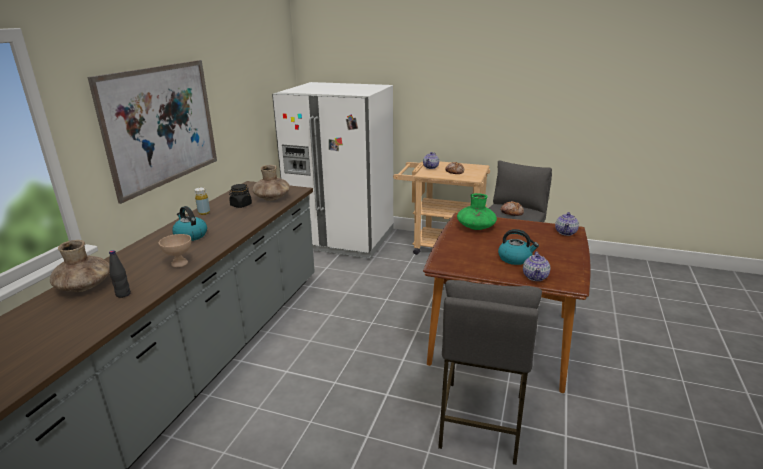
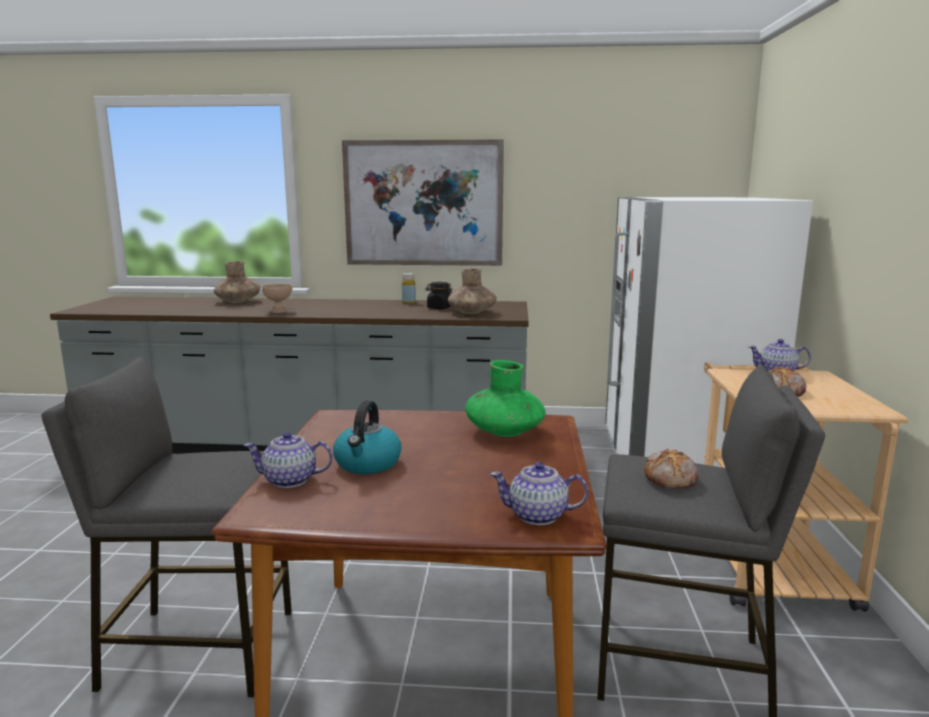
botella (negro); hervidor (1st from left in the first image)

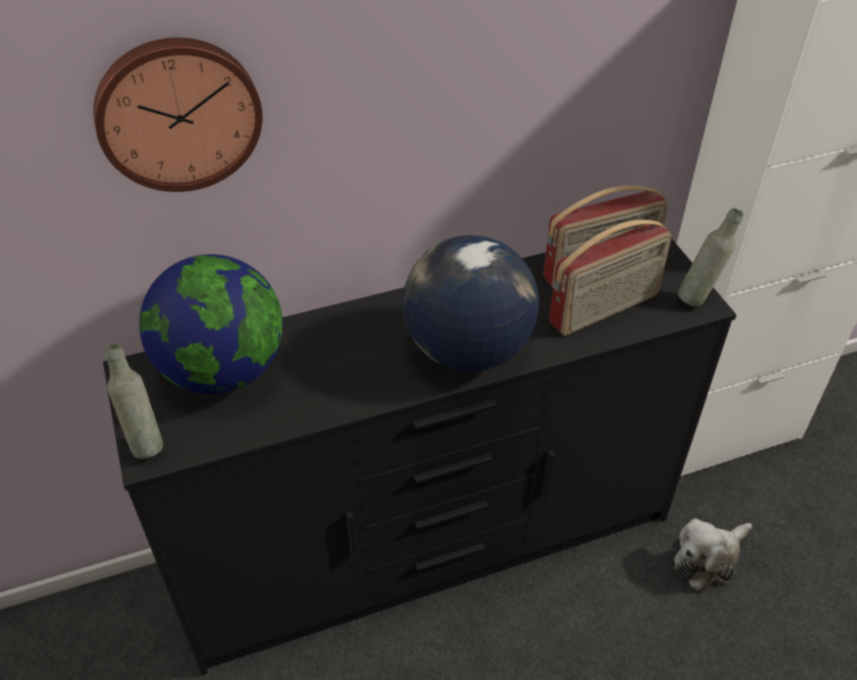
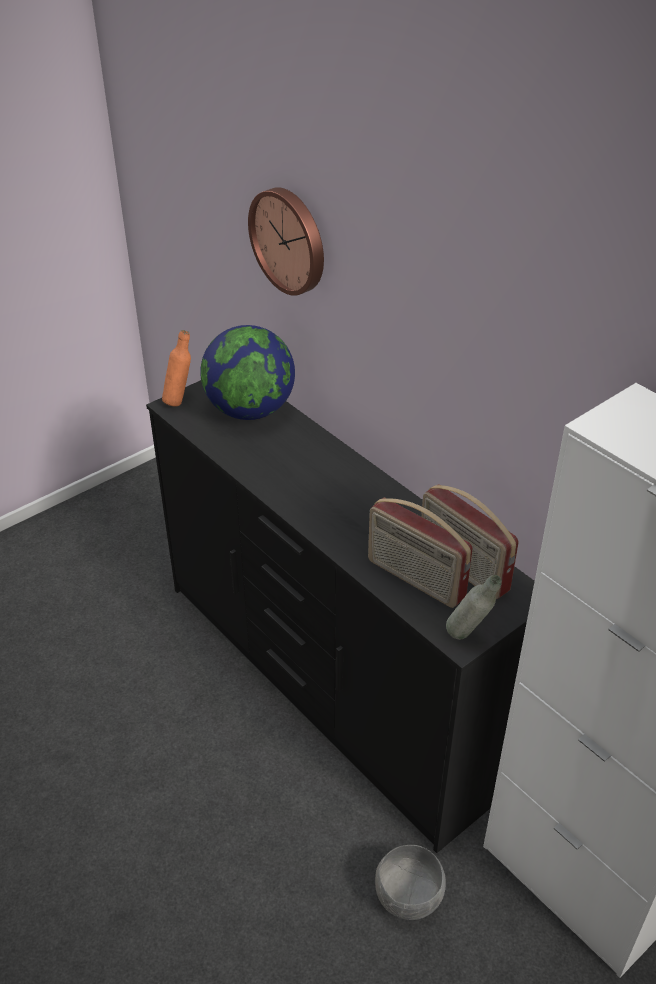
globo terráqueo (2nd from left in the first image); cuenco (gris); botella (naranja)

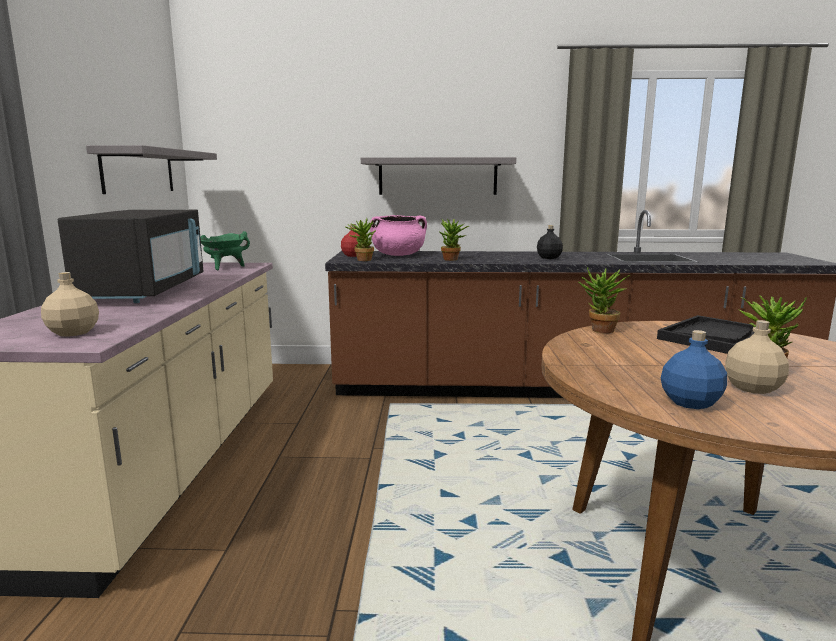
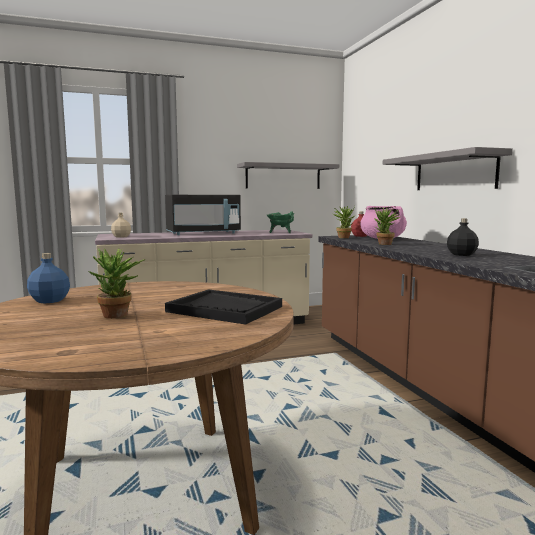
planta en maceta (3rd from left in the first image); botella (beis) (2nd from left in the first image)

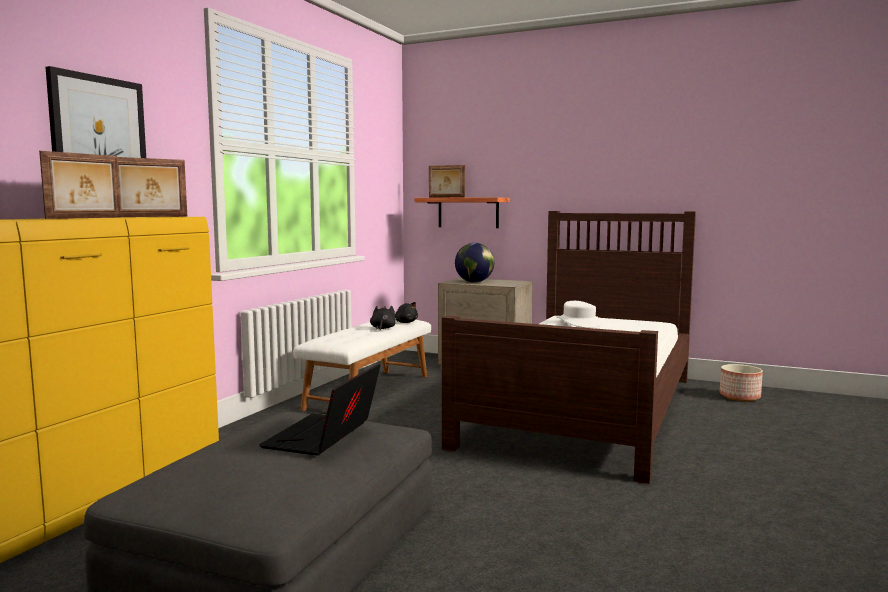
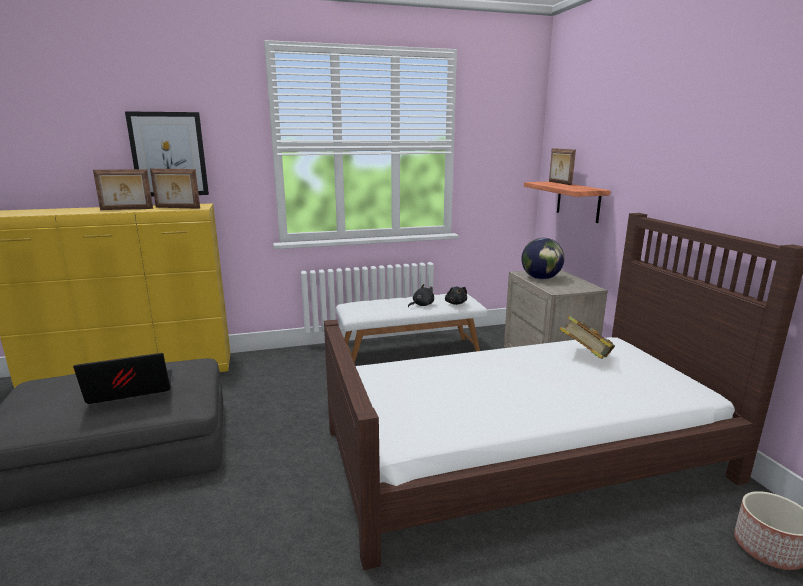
libro

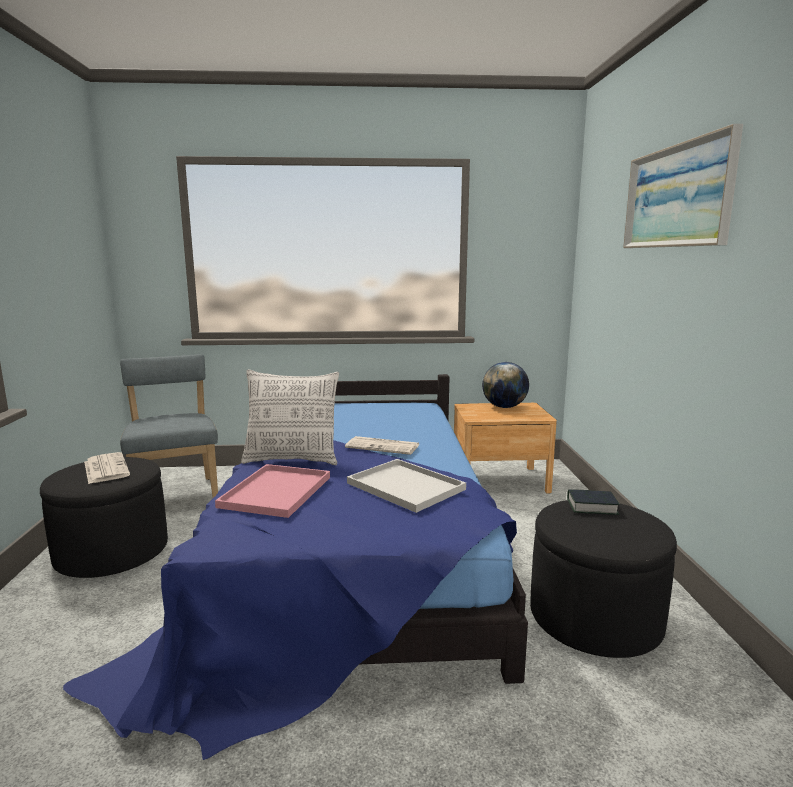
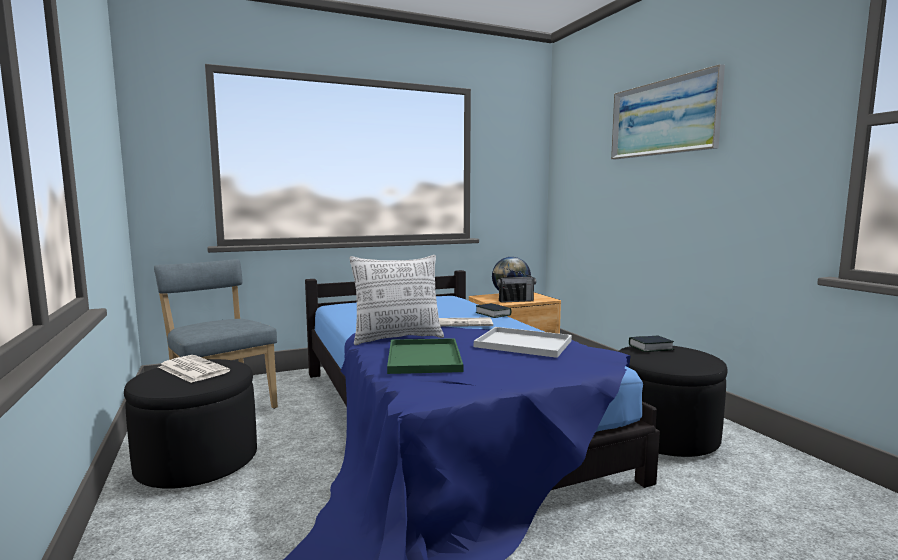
libro (1st from left); radio; bandeja (verde)

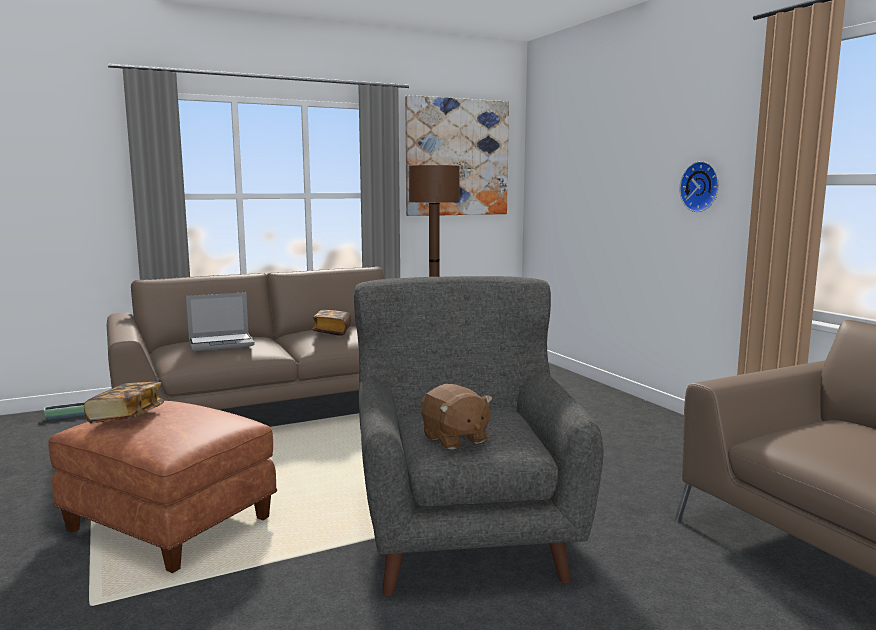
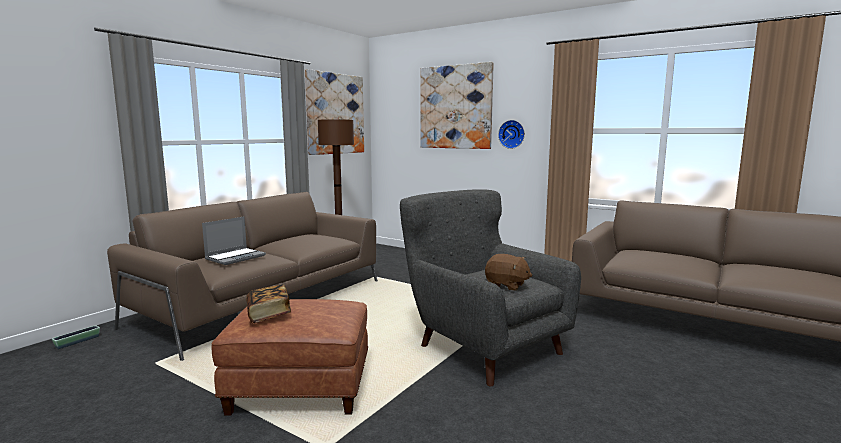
libro (2nd from left in the first image); cuadro (2nd from left)

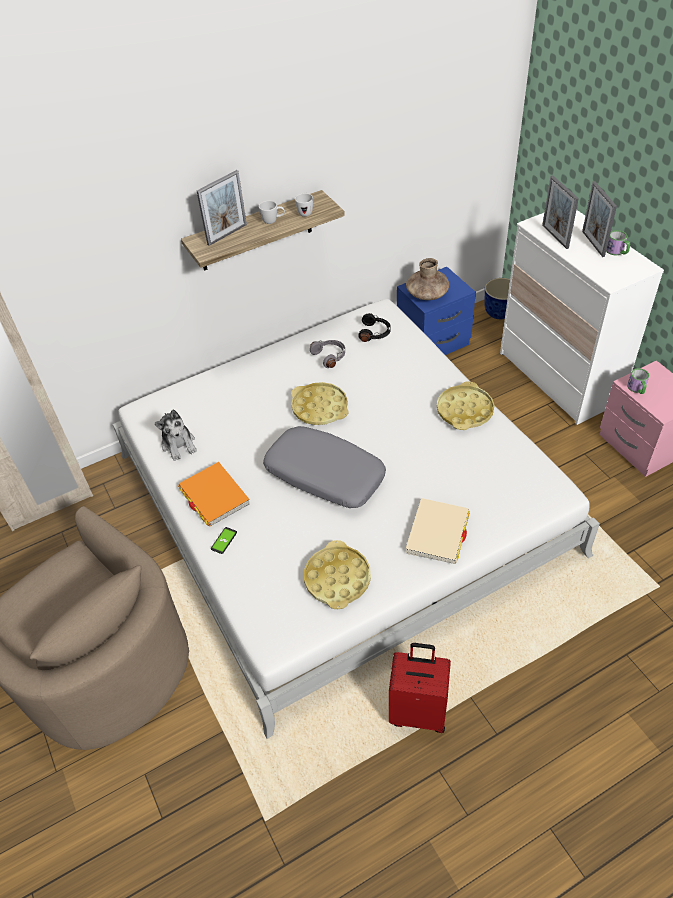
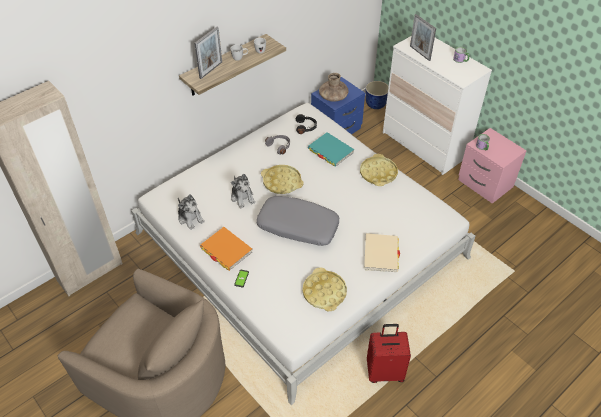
portarretratos (3rd from left in the first image); peluche (2nd from left); libro (turquesa)

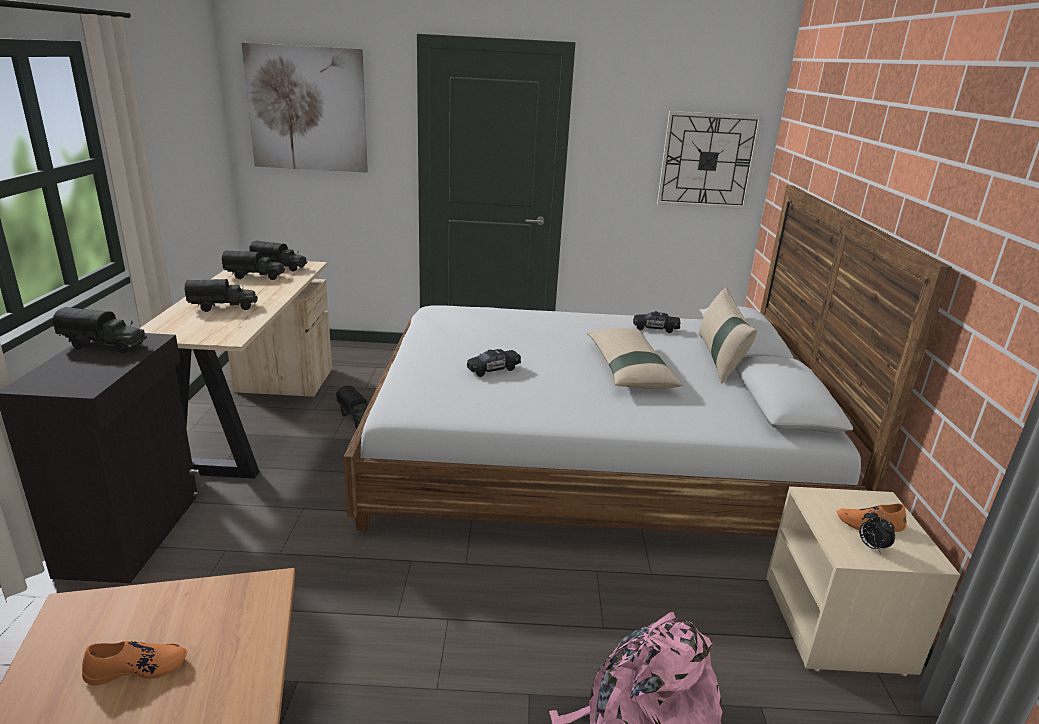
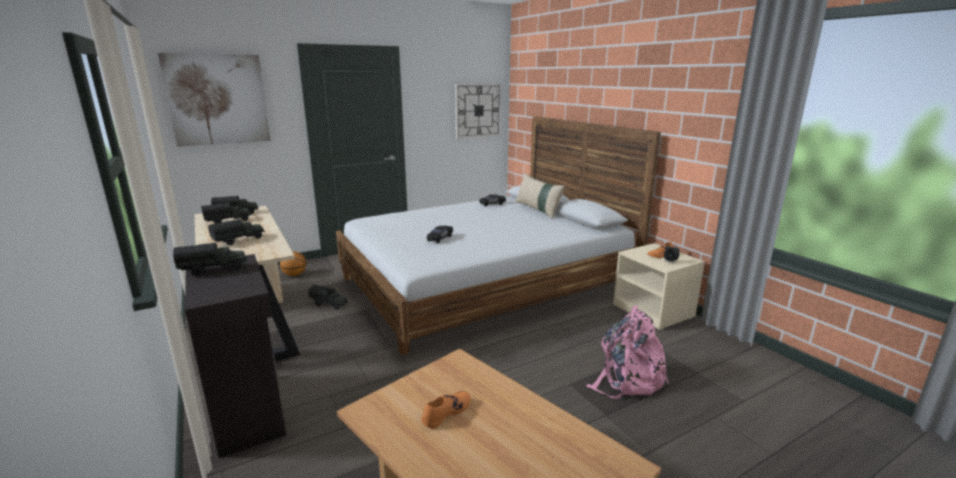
cojín (beis) (1st from left in the first image); balón de baloncesto

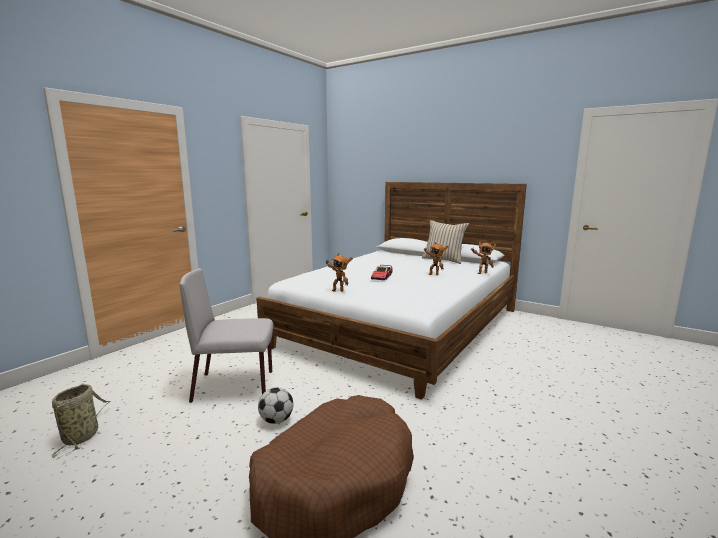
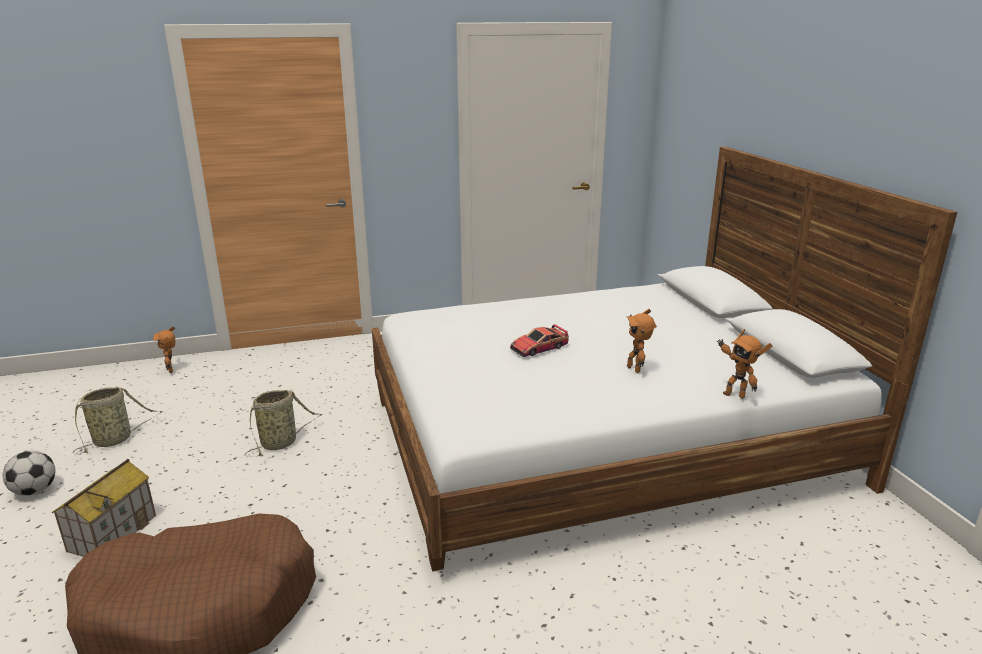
cojín (beis); casita; balón de fútbol; robot de juguete (1st from left); cesta (2nd from left)

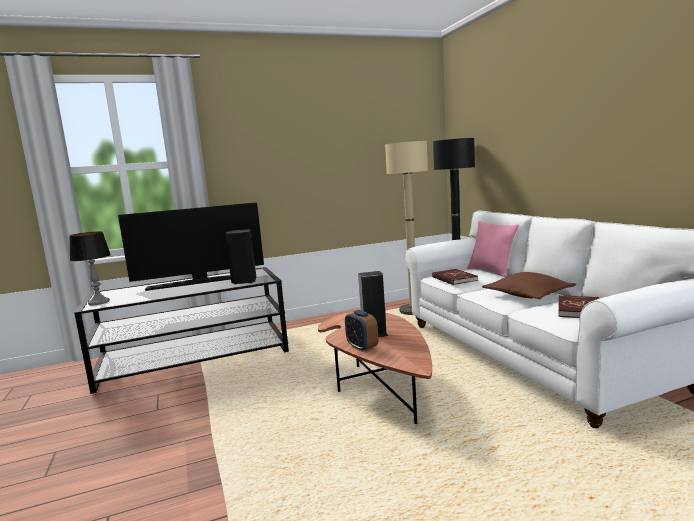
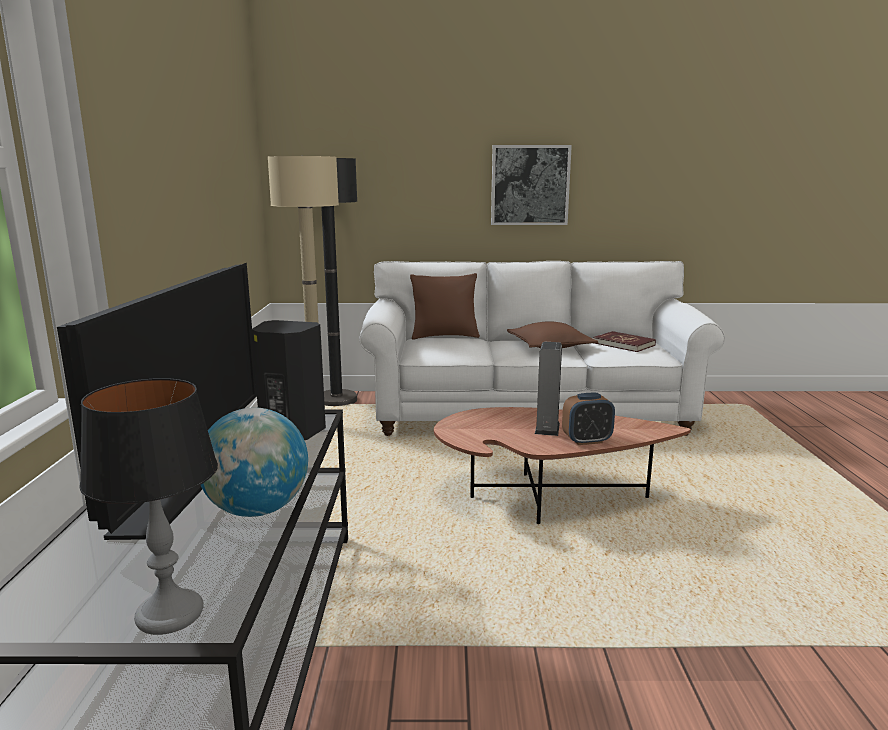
libro (rojo) (1st from left in the first image); globo terráqueo; cuadro; cojín (marrón) (1st from left)

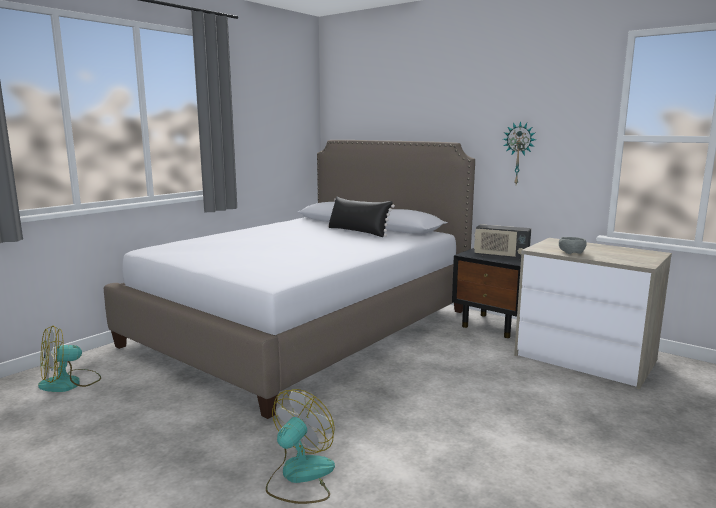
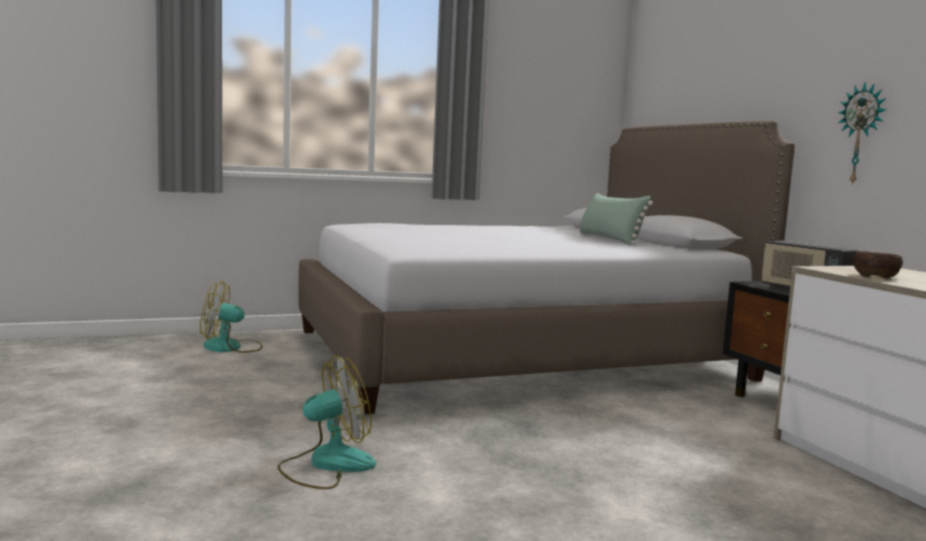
cojín (verde); cuenco (marrón)

